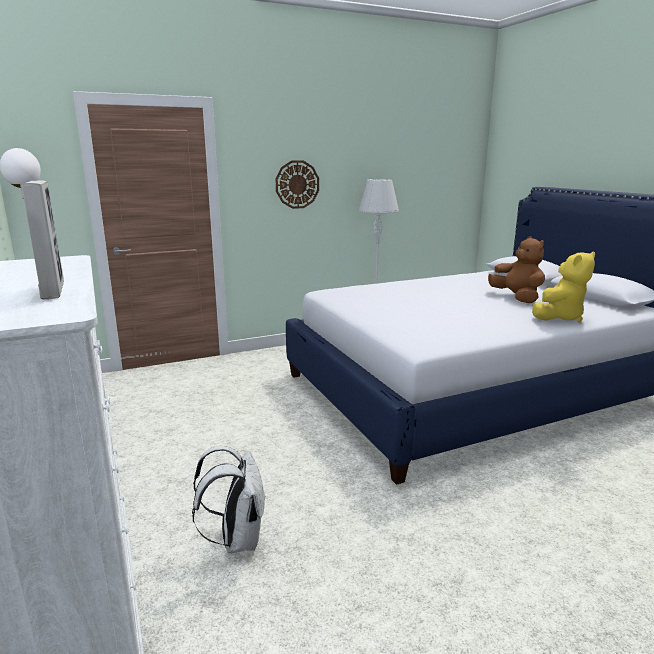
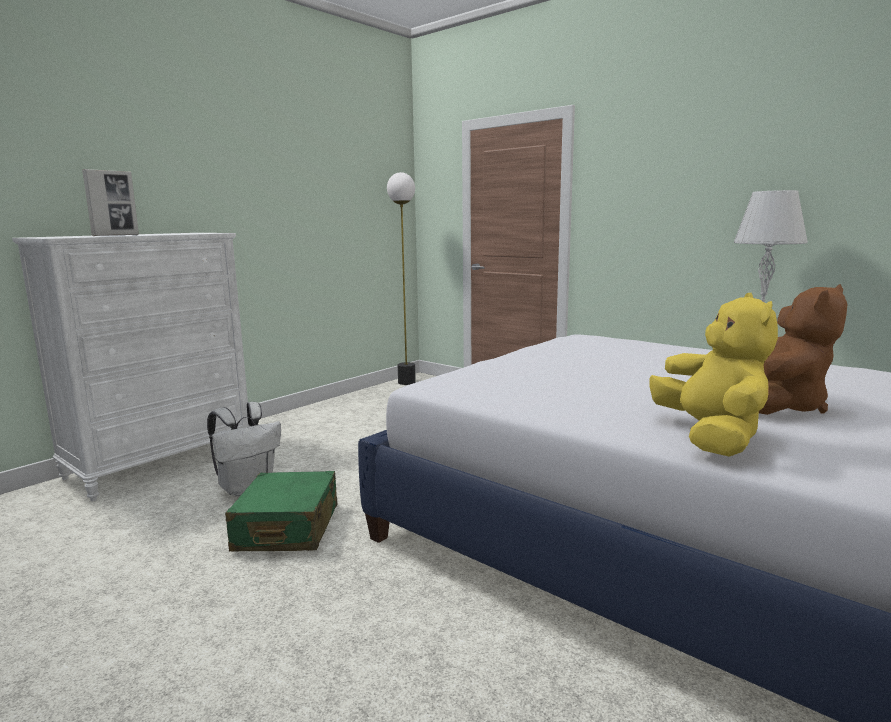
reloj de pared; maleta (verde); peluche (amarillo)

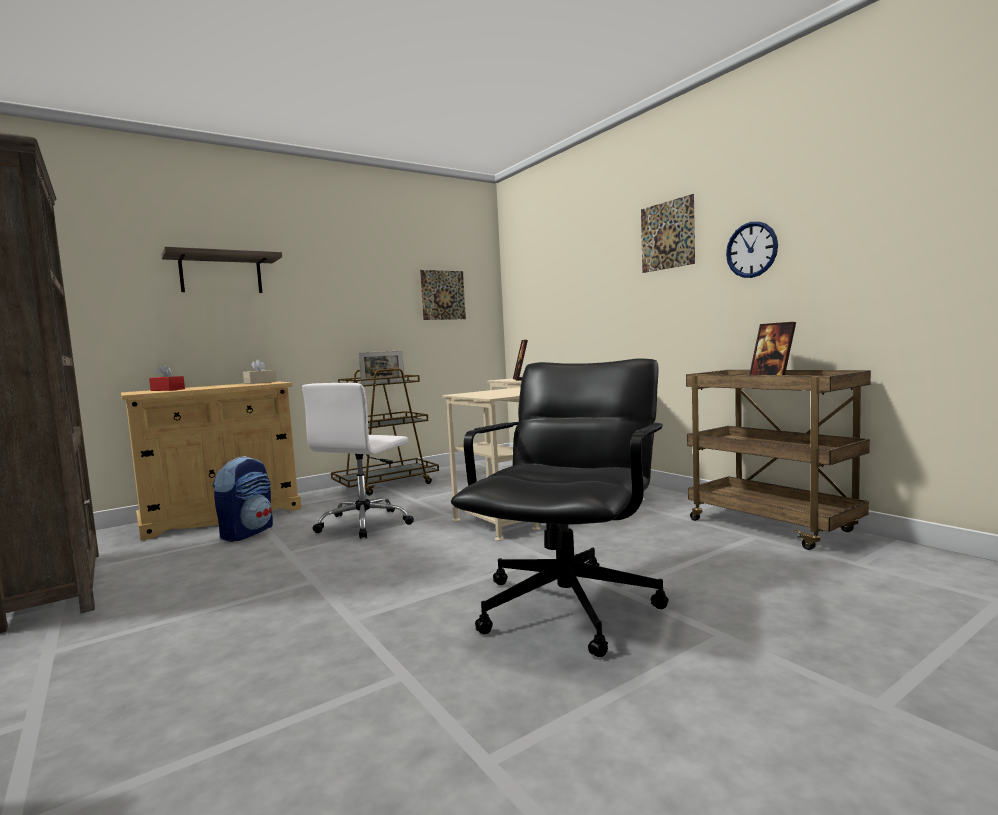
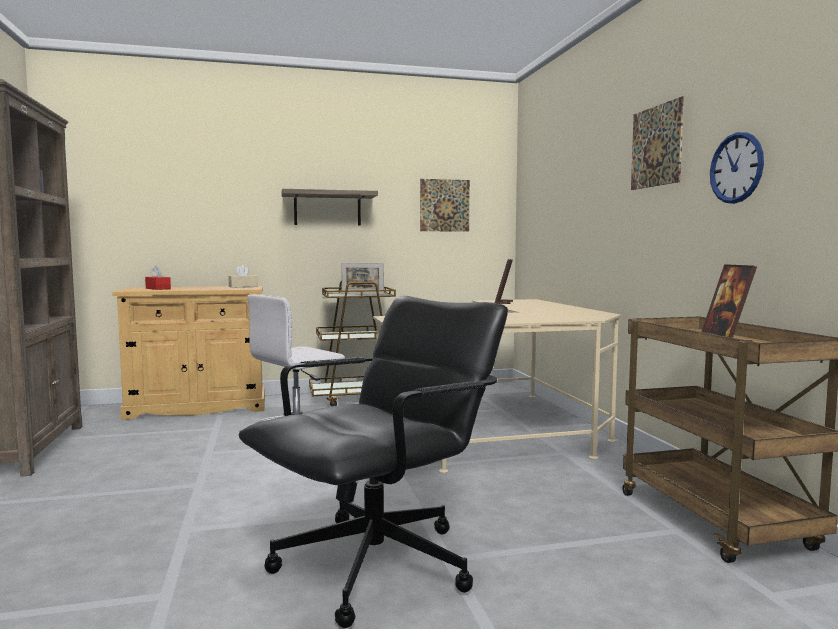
mochila; estante

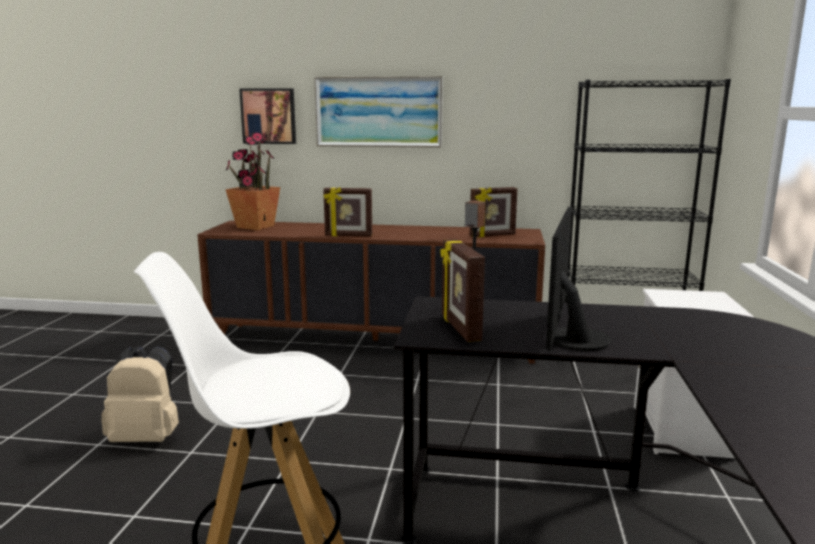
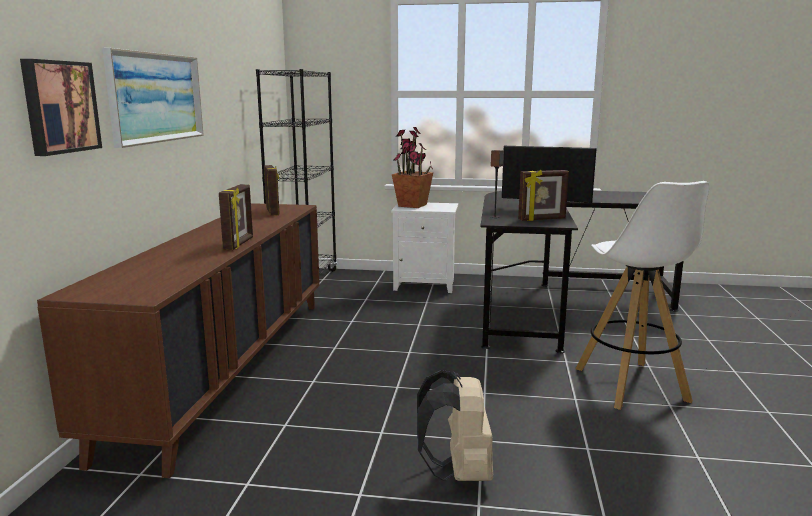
planta en maceta

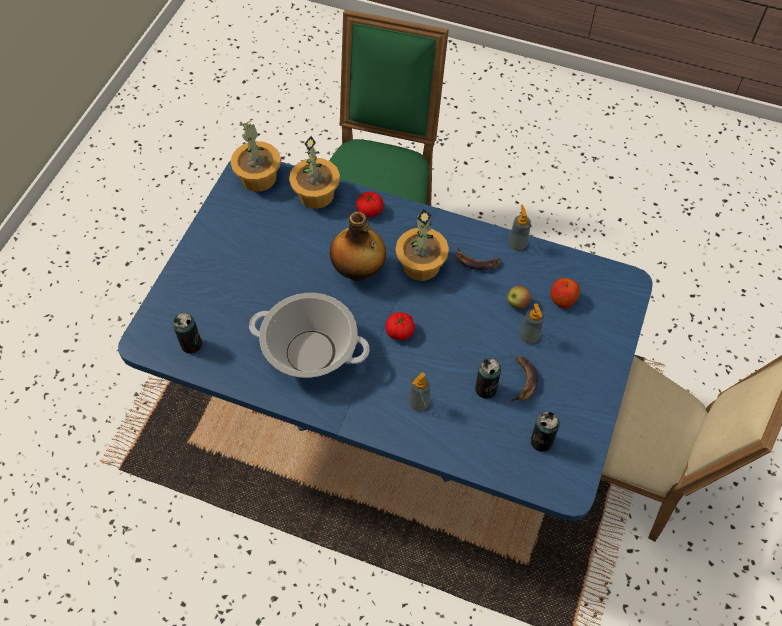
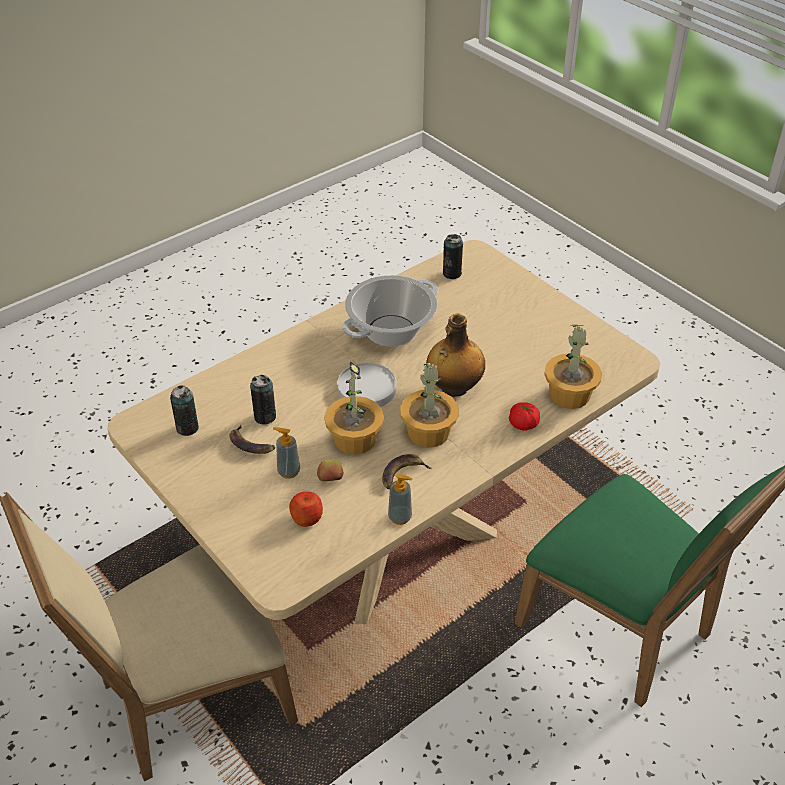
dispensador de jabón (1st from left in the first image); planta en maceta (1st from left); plato (blanco); mesa de comedor (beis)

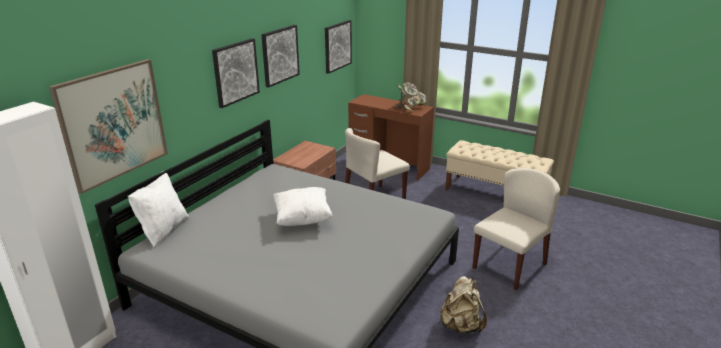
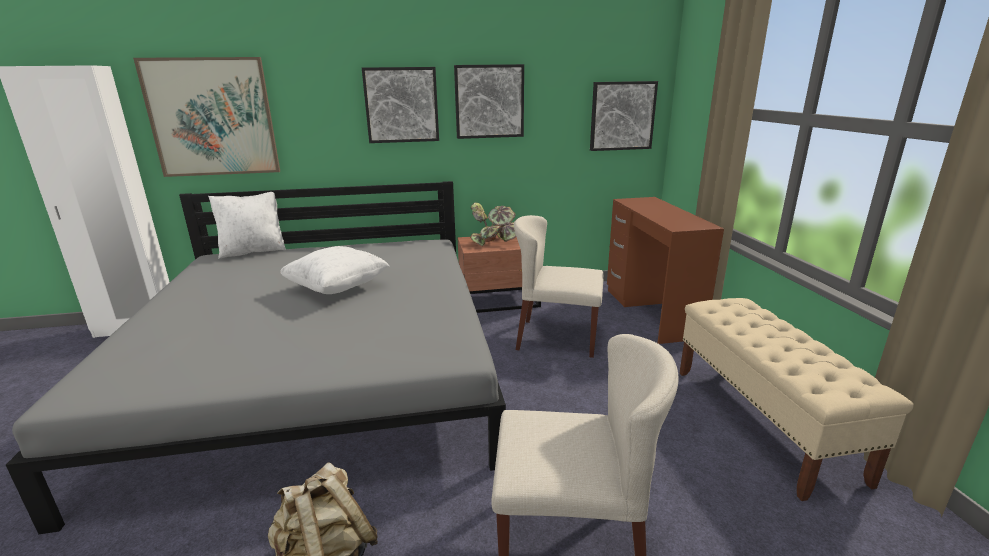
planta en maceta

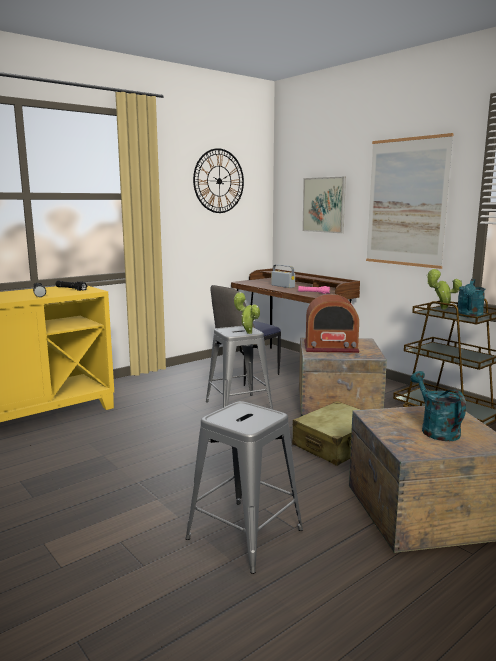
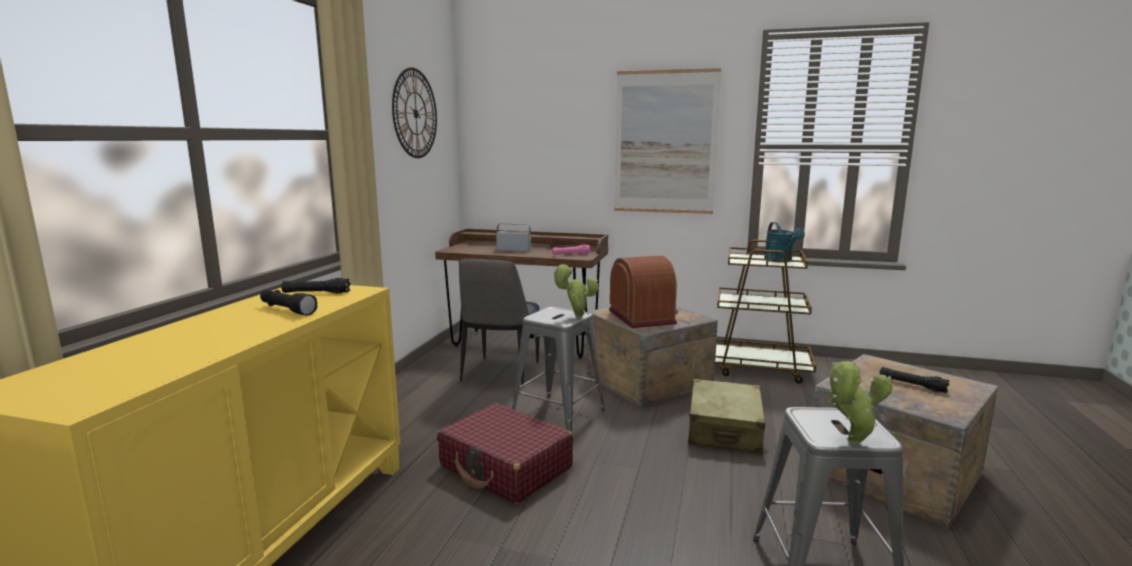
cuadro (1st from left in the first image); maleta (rojo); planta en maceta (2nd from left); linterna (negro) (3rd from left); radio (2nd from left)

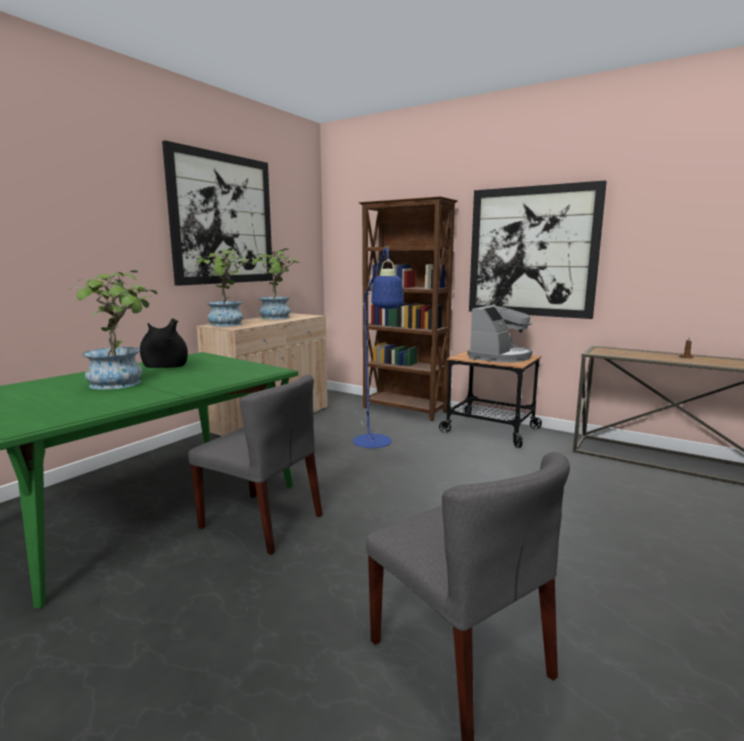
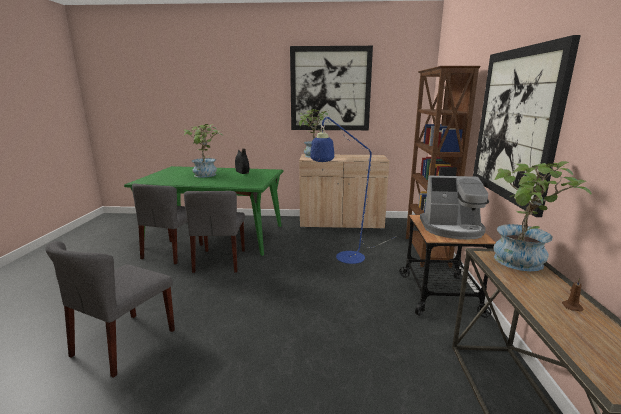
silla (gris) (2nd from left); planta en maceta (3rd from left)

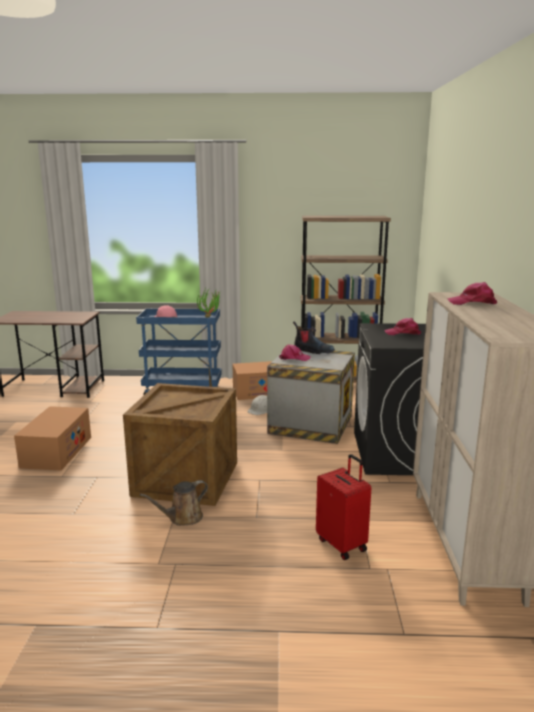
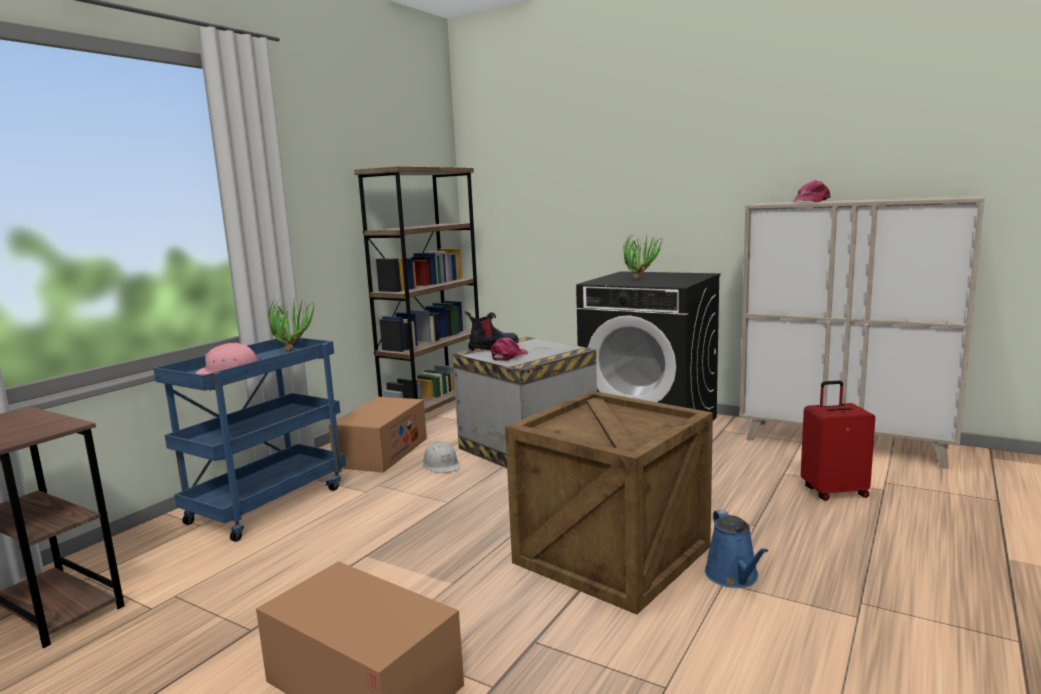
planta en maceta (2nd from left); regadera (azul)

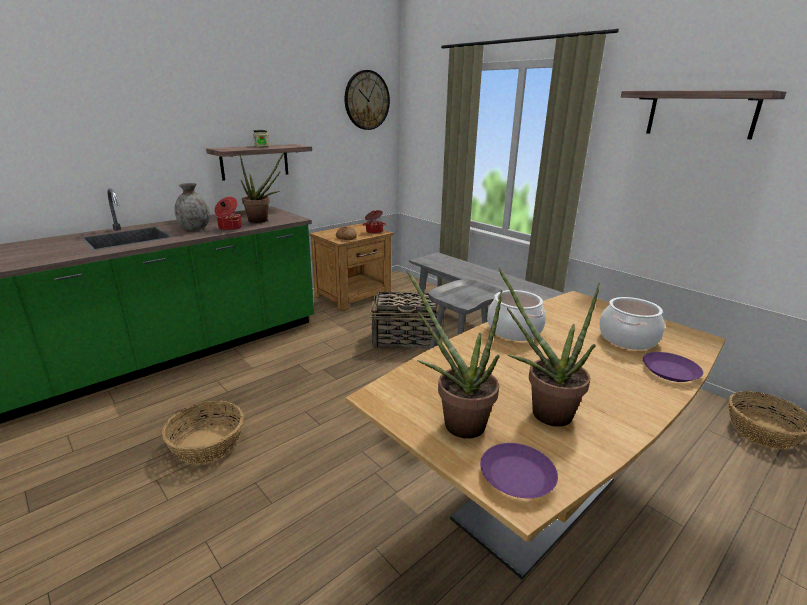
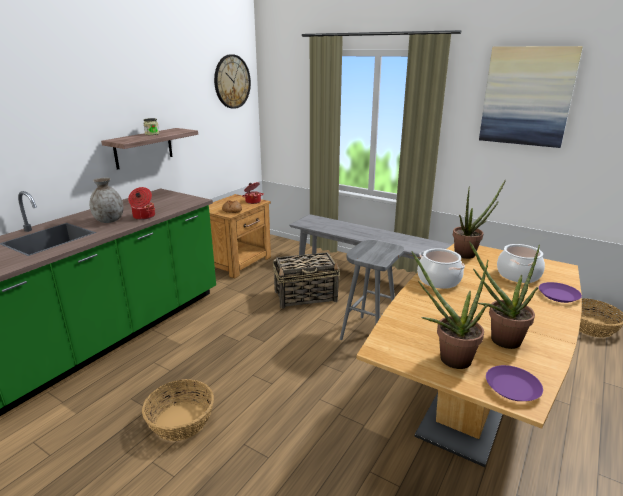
planta en maceta (2nd from left); cuadro

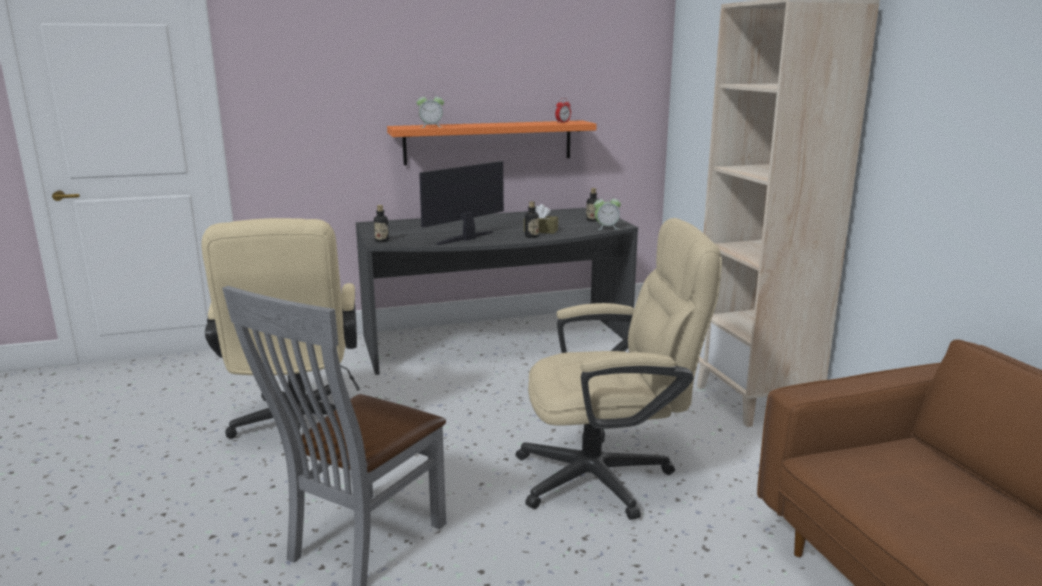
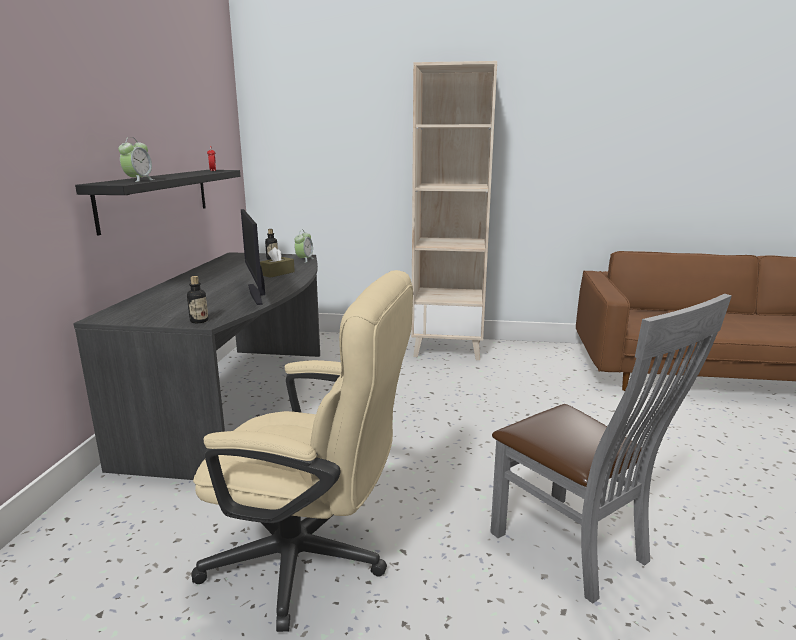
silla de oficina (beis) (2nd from left in the first image); botella (2nd from left in the first image); estante (negro)

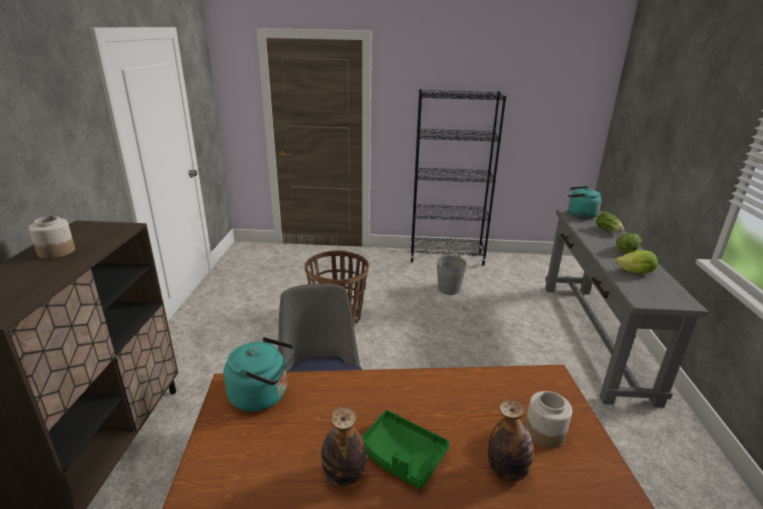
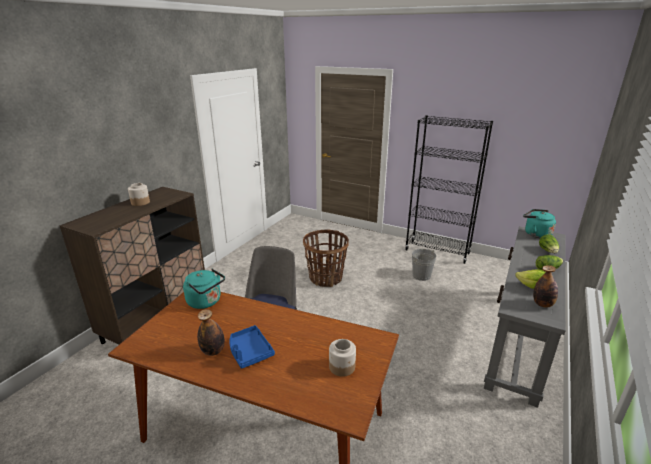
botella (2nd from left); bandeja (azul)

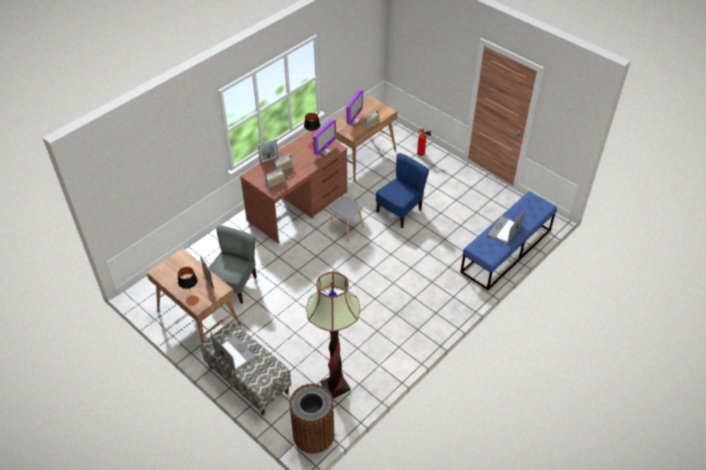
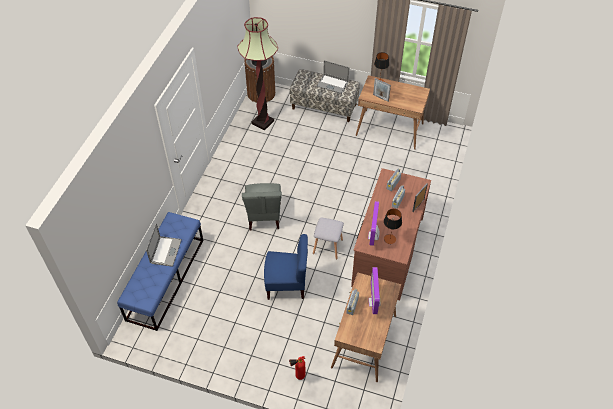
silla (gris); silla (azul)

